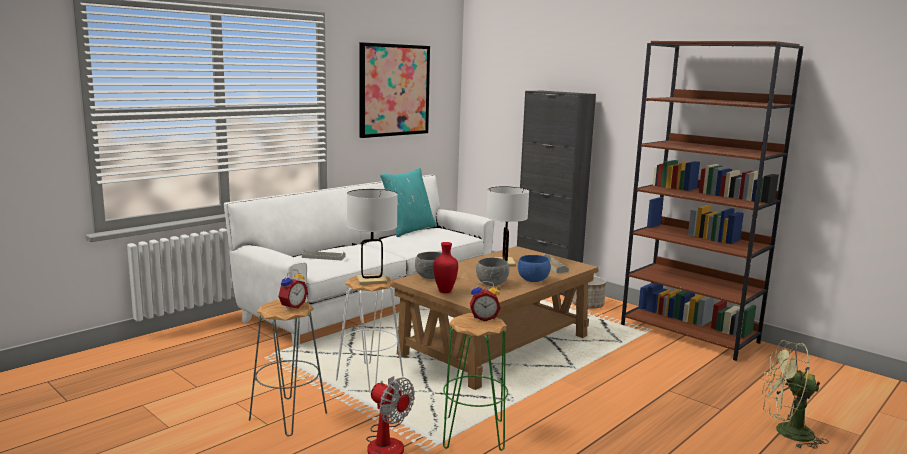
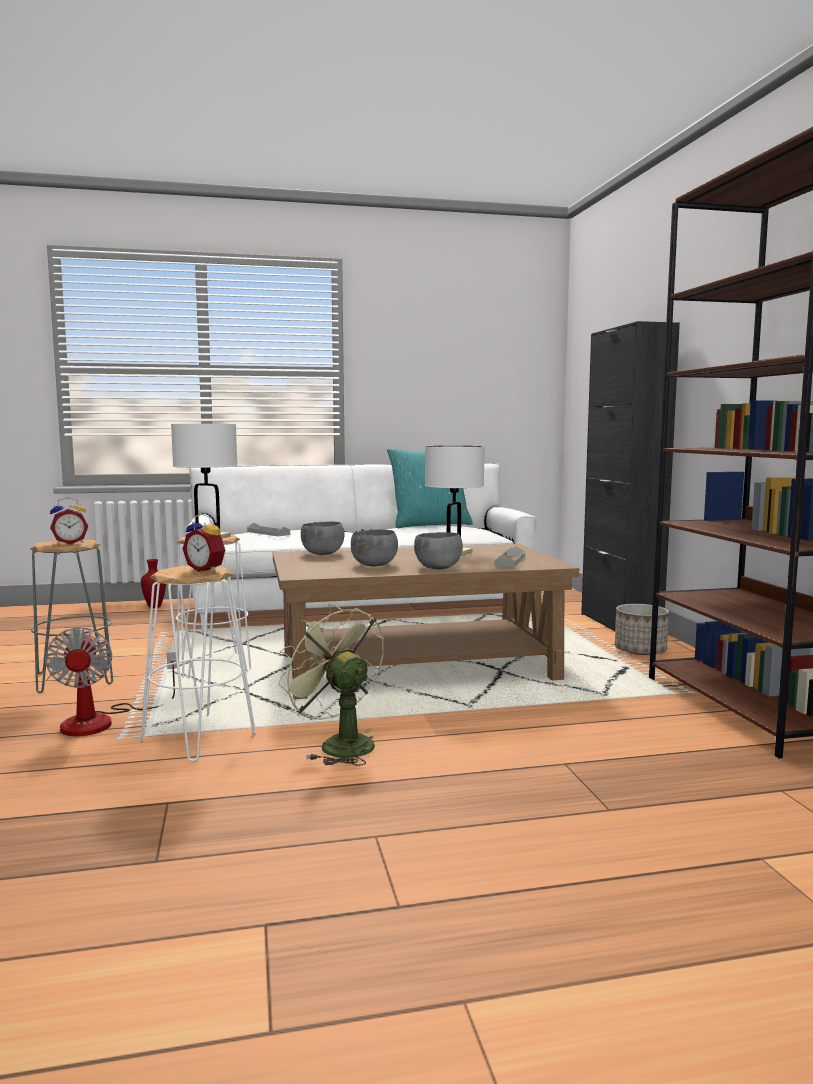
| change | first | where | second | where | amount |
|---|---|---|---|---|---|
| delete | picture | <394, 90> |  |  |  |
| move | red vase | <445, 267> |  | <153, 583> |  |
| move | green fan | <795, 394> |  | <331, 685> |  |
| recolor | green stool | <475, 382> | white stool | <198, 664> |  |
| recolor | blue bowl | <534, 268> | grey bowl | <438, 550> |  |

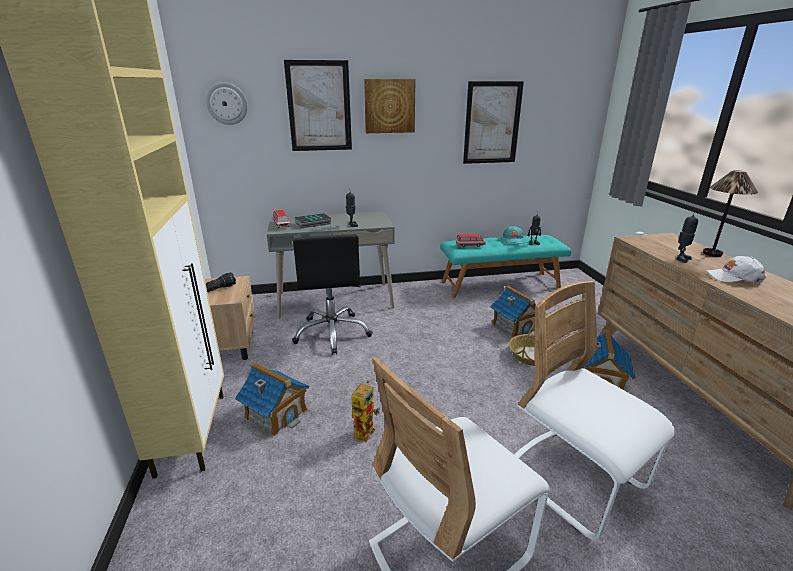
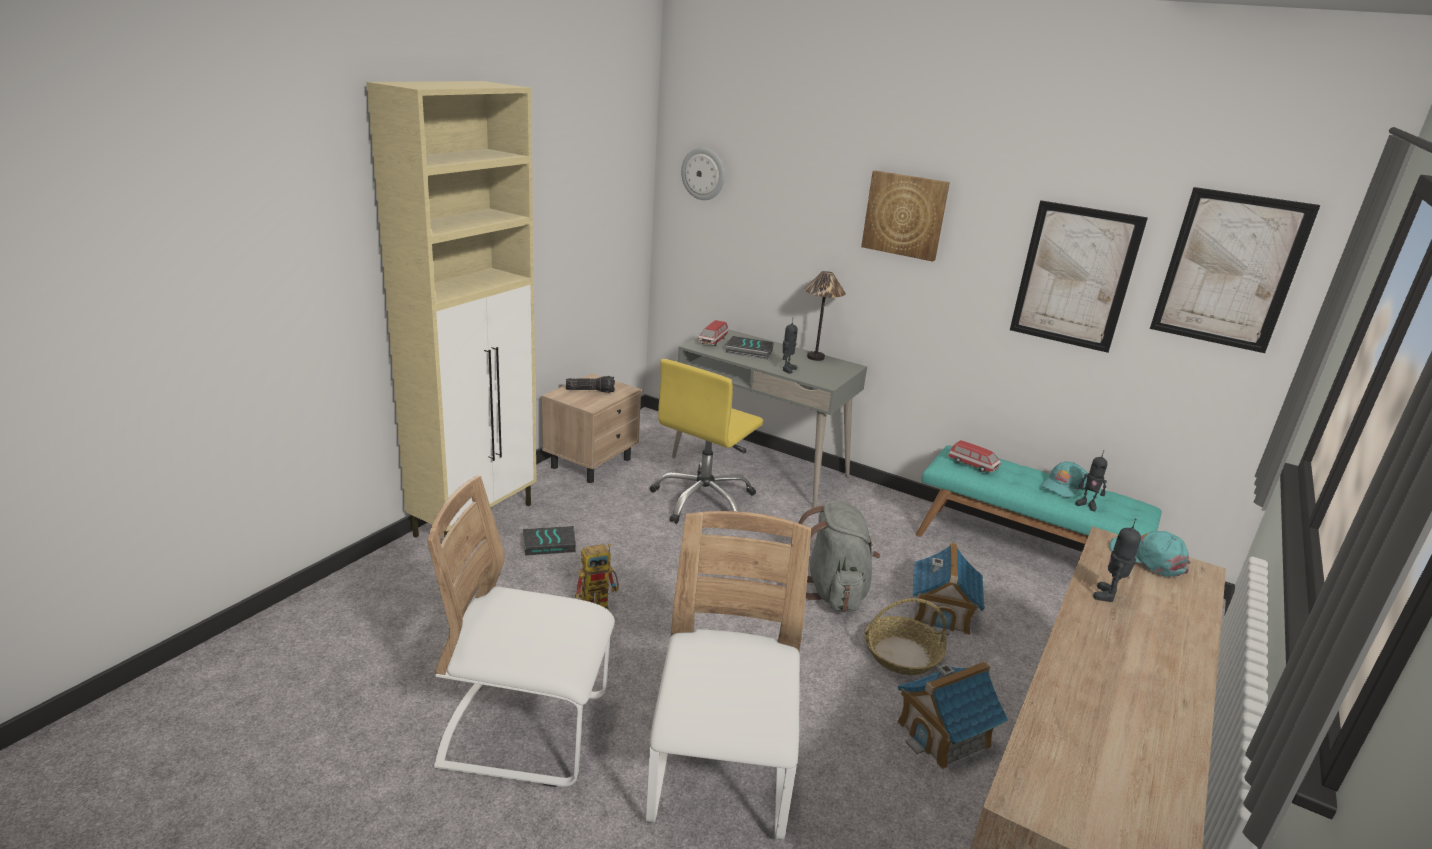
| change | first | where | second | where | amount |
|---|---|---|---|---|---|
| delete | white cap | <736, 269> |  |  |  |
| insert |  |  | grey backpack | <835, 556> |  |
| insert |  |  | turquoise cap | <1150, 554> |  |
| move | picture | <318, 105> |  | <1235, 270> |  |
| move | table lamp | <730, 213> |  | <825, 316> |  |
| replace | toy house | <272, 399> | book | <549, 541> |  |
| recolor | black office chair | <332, 295> | yellow office chair | <706, 441> |  |
| rotate | toy robot | <687, 236> |  | <1117, 560> | 120 degrees clockwise |

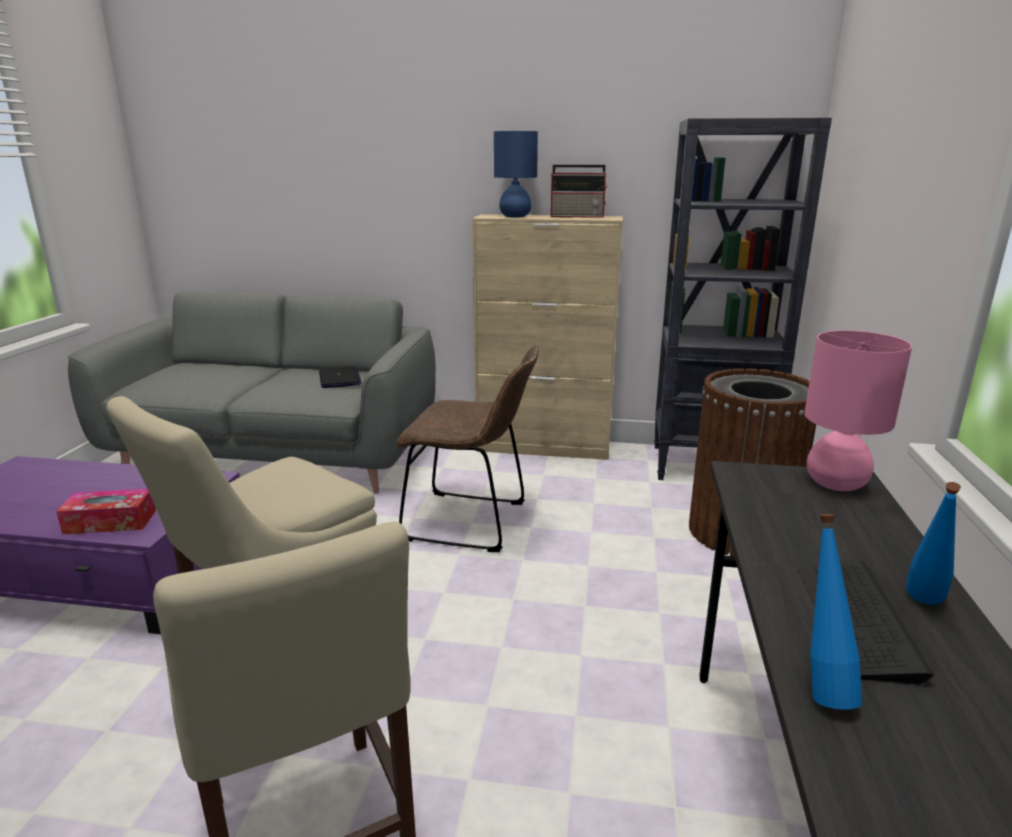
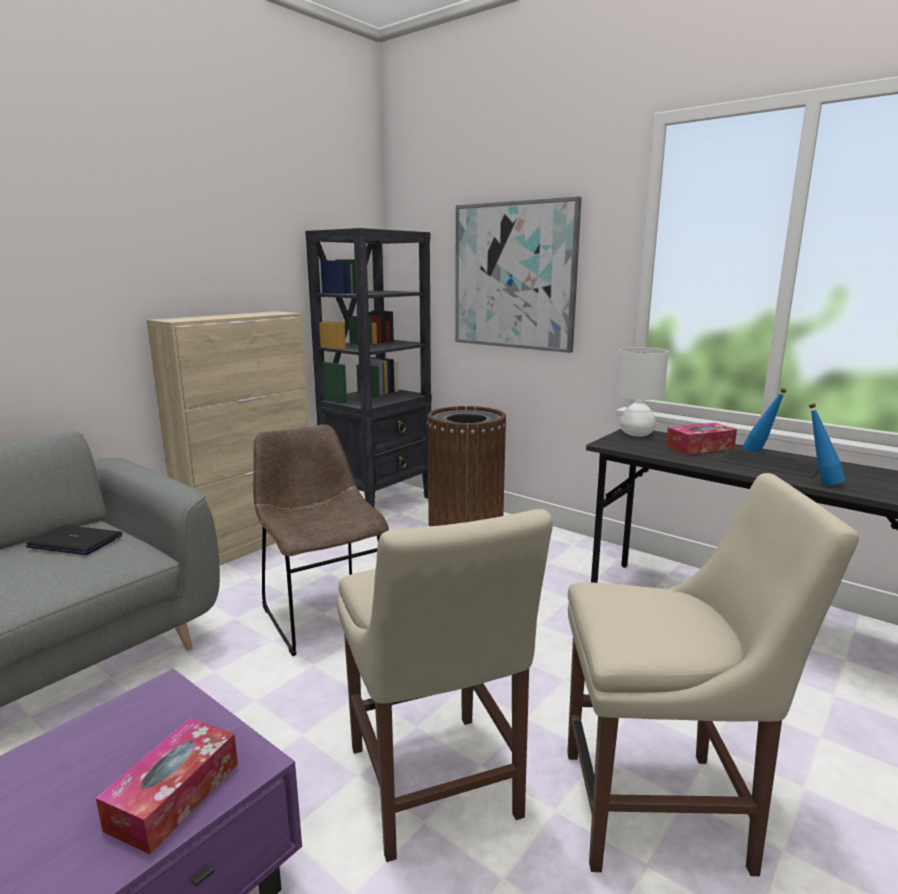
| change | first | where | second | where | amount |
|---|---|---|---|---|---|
| delete | blue table lamp | <516, 174> |  |  |  |
| delete | radio | <579, 191> |  |  |  |
| insert |  |  | picture | <518, 275> |  |
| insert |  |  | tissue box | <701, 439> |  |
| recolor | pink table lamp | <858, 410> | white table lamp | <643, 392> |  |
| rotate | brown chair | <467, 448> |  | <321, 540> | 75 degrees counterclockwise |

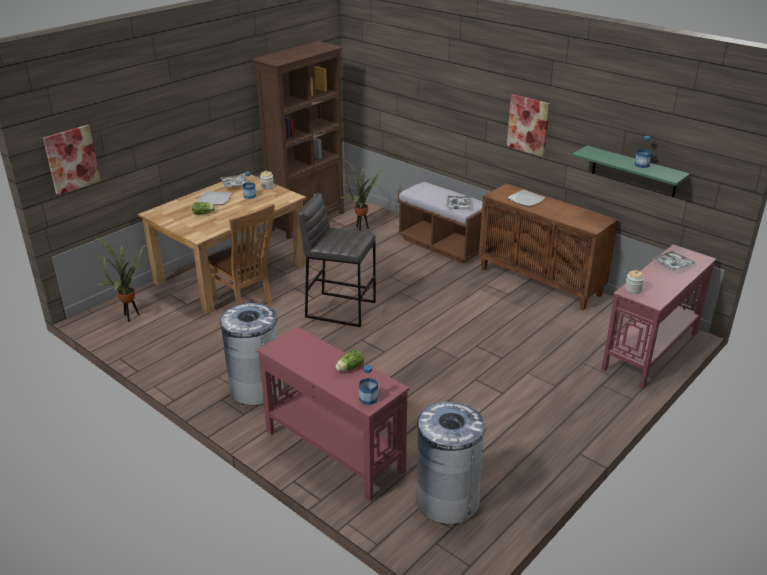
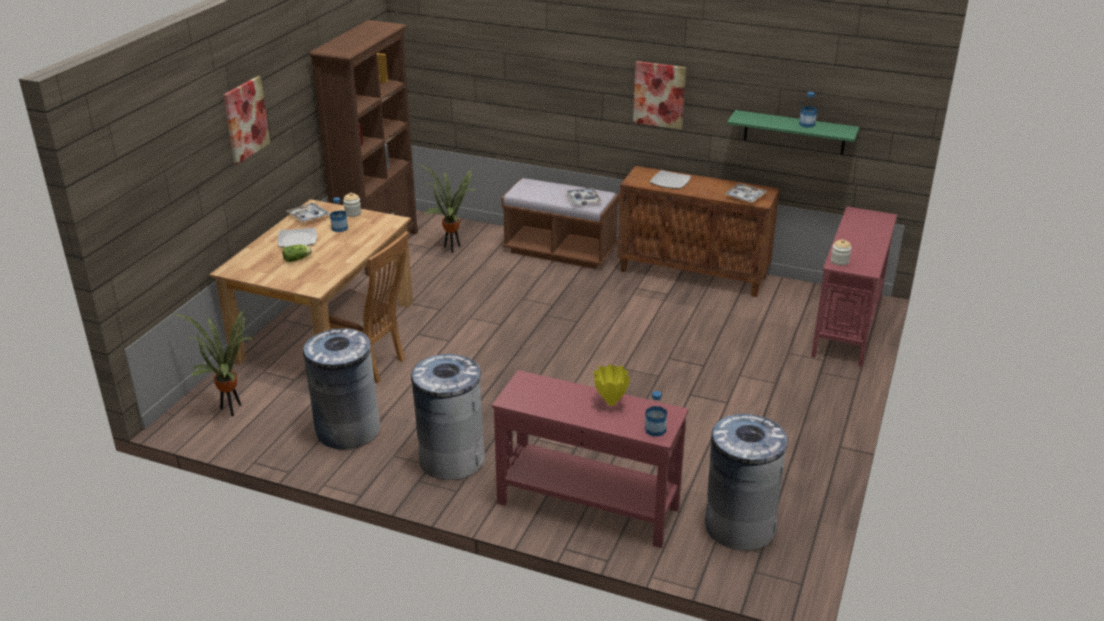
| change | first | where | second | where | amount |
|---|---|---|---|---|---|
| delete | grey stool | <337, 260> |  |  |  |
| insert |  |  | grey trash can | <341, 389> |  |
| move | picture | <72, 160> |  | <246, 120> |  |
| move | tray | <674, 261> |  | <745, 193> |  |
| replace | lettuce | <349, 360> | yellow vase | <612, 385> |  |

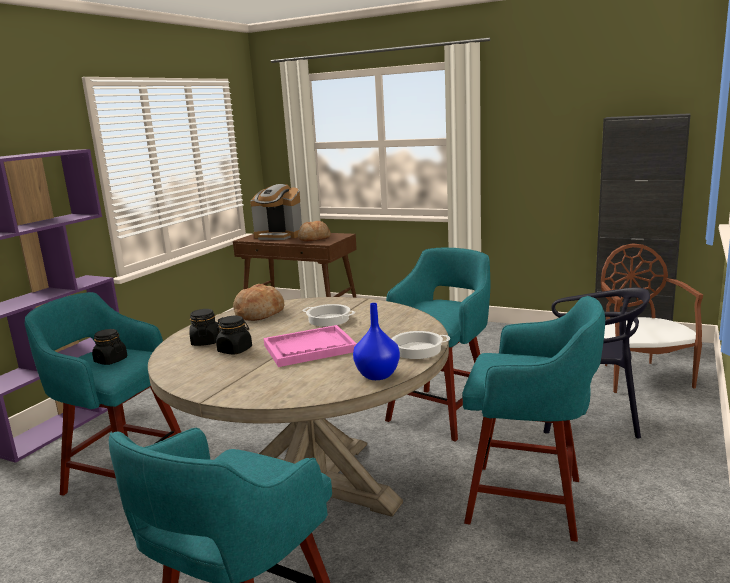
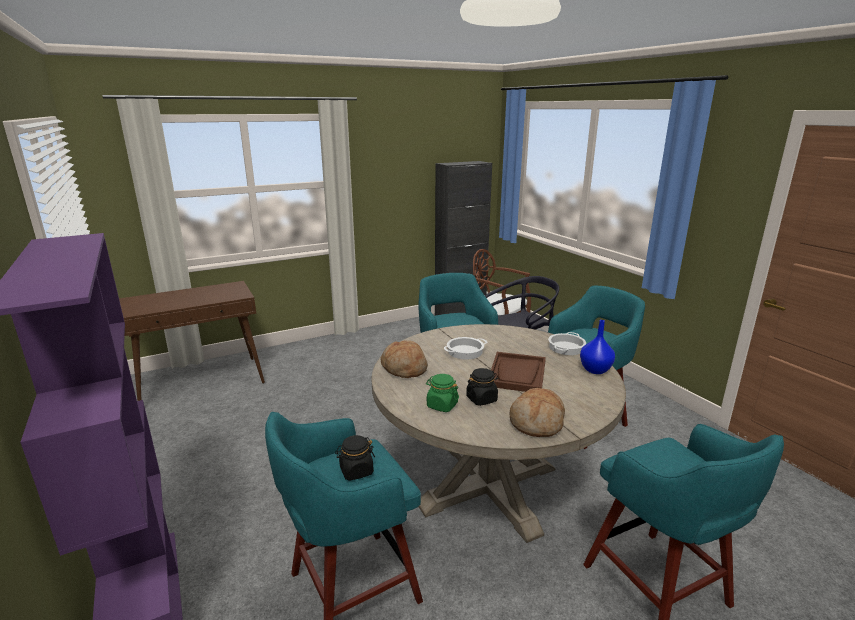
| change | first | where | second | where | amount |
|---|---|---|---|---|---|
| delete | coffee machine | <276, 212> |  |  |  |
| move | bread | <314, 231> |  | <537, 412> |  |
| recolor | black jar | <204, 327> | green jar | <442, 393> |  |
| recolor | pink tray | <310, 346> | brown tray | <518, 372> |  |

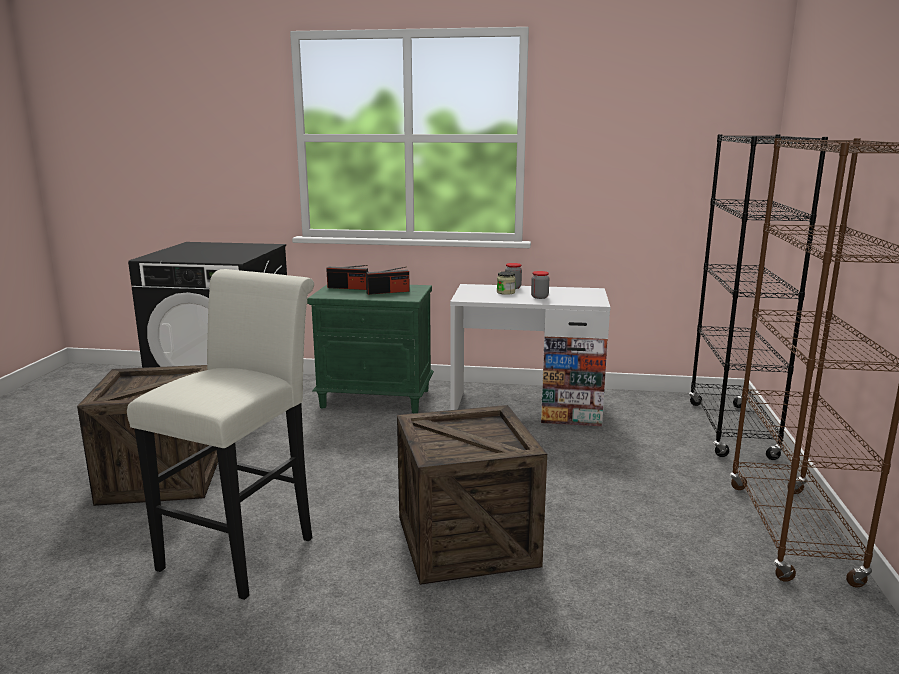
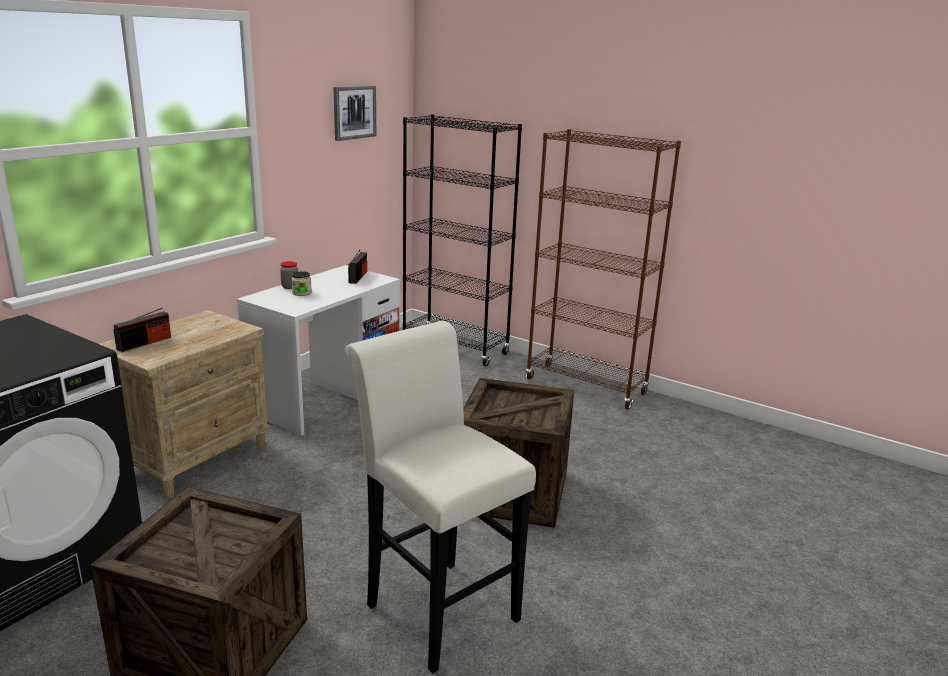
| change | first | where | second | where | amount |
|---|---|---|---|---|---|
| delete | jar | <540, 285> |  |  |  |
| insert |  |  | picture | <354, 113> |  |
| move | radio | <388, 280> |  | <357, 266> |  |
| recolor | green nightstand | <370, 349> | beige nightstand | <186, 404> |  |

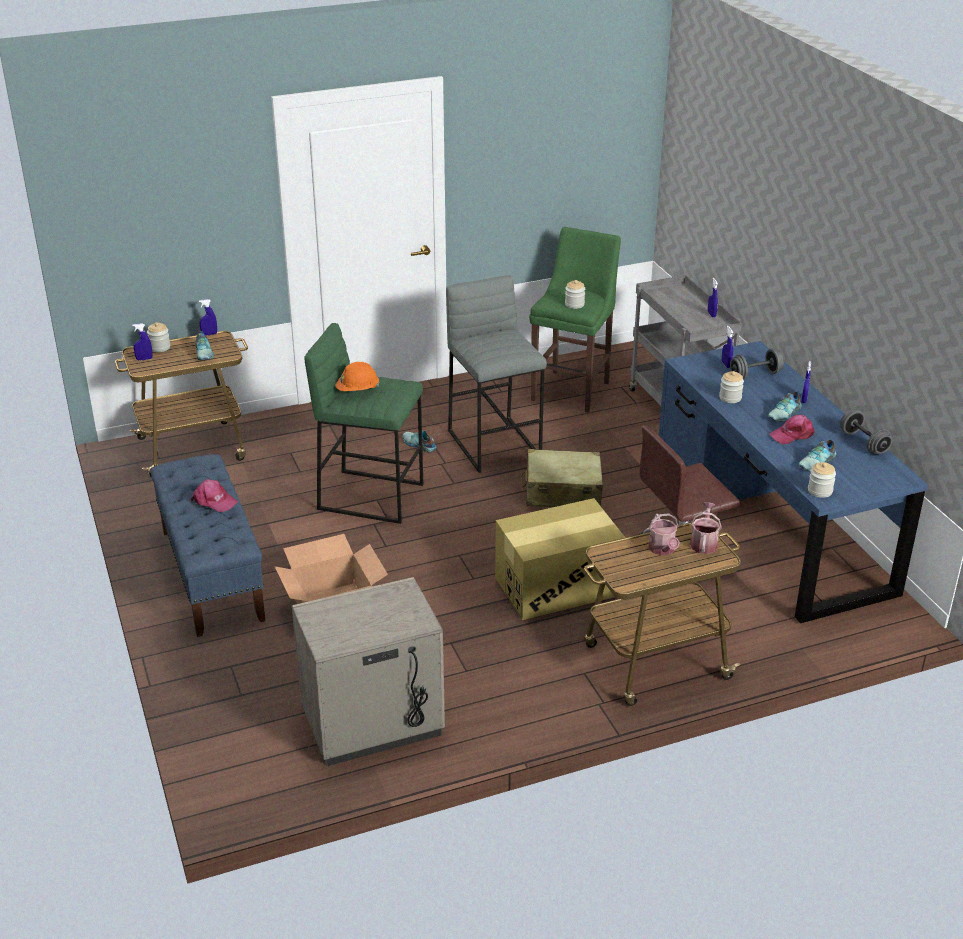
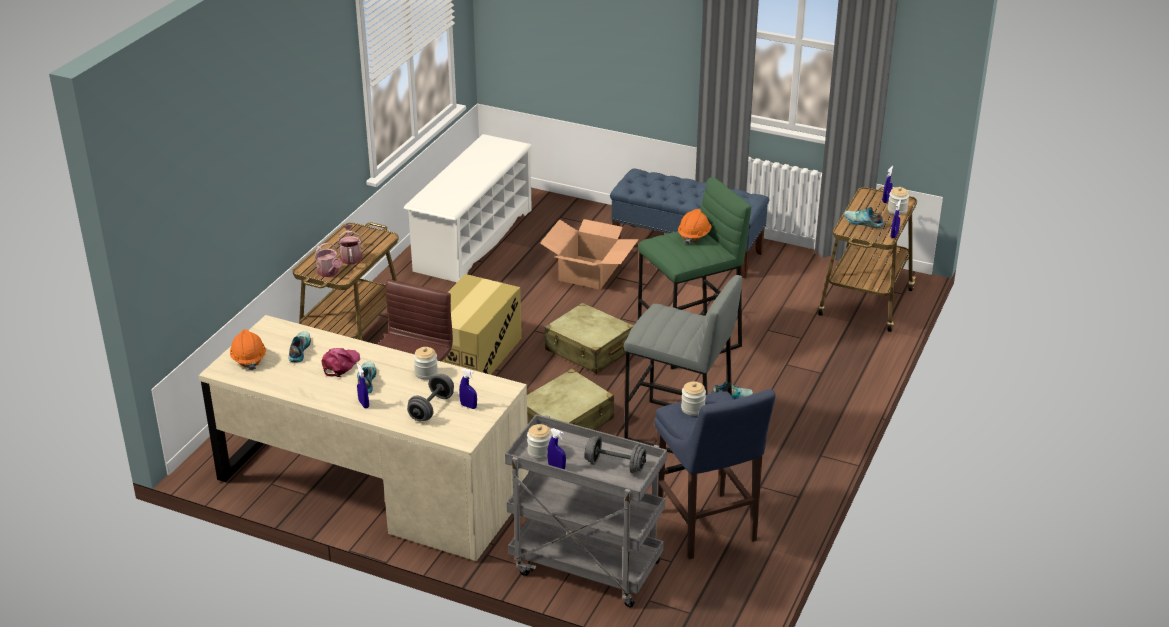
| change | first | where | second | where | amount |
|---|---|---|---|---|---|
| delete | pink cap | <214, 495> |  |  |  |
| insert |  |  | orange hard hat | <248, 349> |  |
| insert |  |  | beige suitcase | <589, 338> |  |
| move | jar | <822, 480> |  | <539, 442> |  |
| move | grey dumbbell | <866, 432> |  | <615, 454> |  |
| replace | beige nightstand | <368, 671> | white shoe rack | <468, 208> |  |
| recolor | green stool | <575, 320> | blue stool | <715, 474> |  |
| recolor | blue desk | <793, 482> | beige desk | <363, 438> |  |
| rotate | watering can | <664, 534> |  | <349, 245> | 45 degrees clockwise |

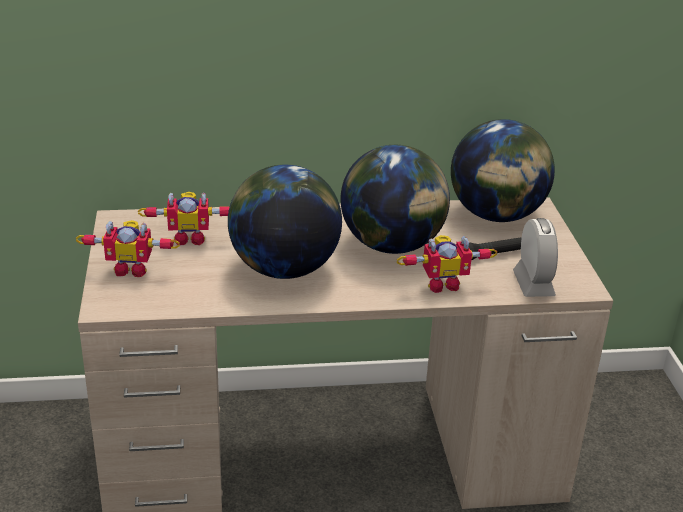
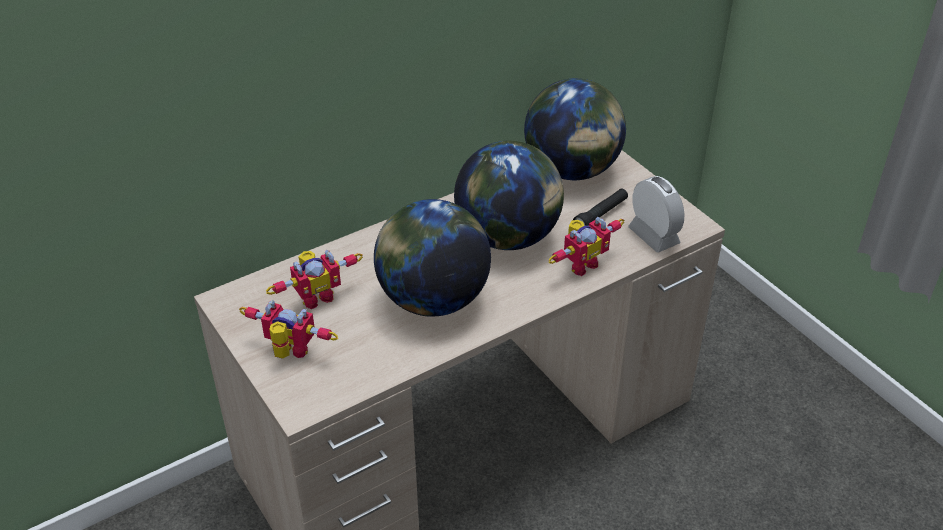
| change | first | where | second | where | amount |
|---|---|---|---|---|---|
| rotate | toy robot | <128, 248> |  | <288, 329> | 135 degrees counterclockwise |

